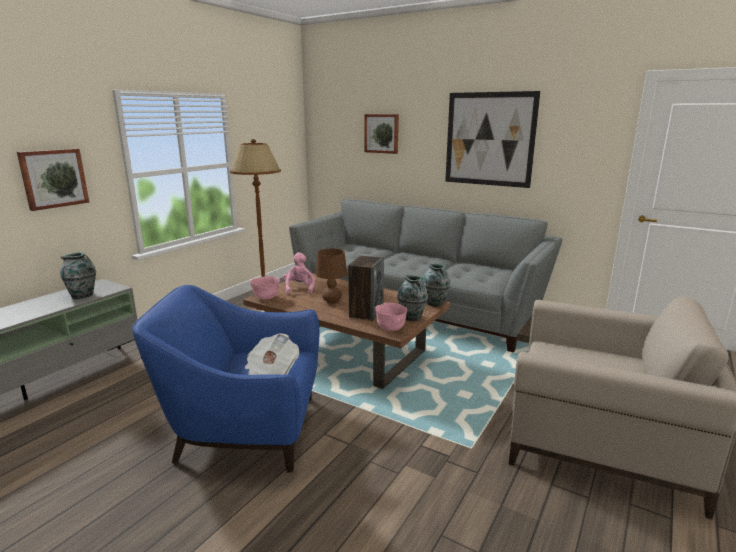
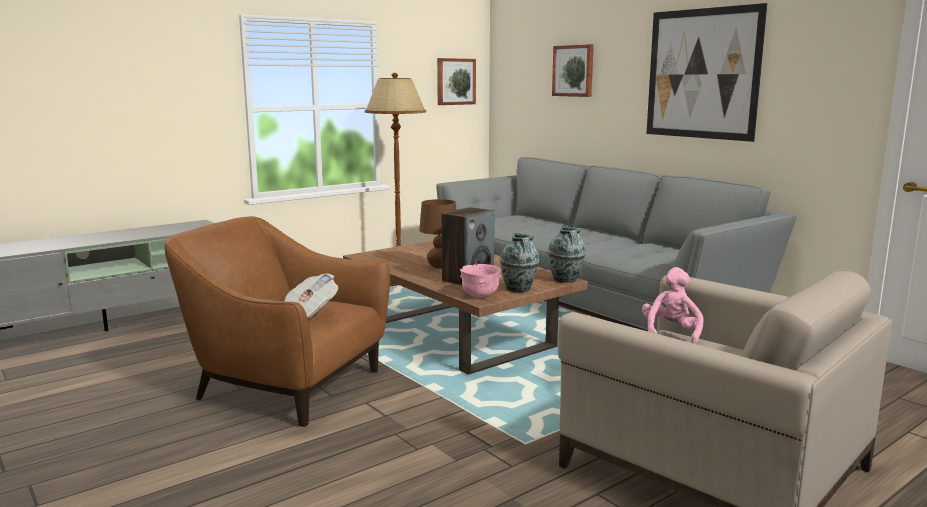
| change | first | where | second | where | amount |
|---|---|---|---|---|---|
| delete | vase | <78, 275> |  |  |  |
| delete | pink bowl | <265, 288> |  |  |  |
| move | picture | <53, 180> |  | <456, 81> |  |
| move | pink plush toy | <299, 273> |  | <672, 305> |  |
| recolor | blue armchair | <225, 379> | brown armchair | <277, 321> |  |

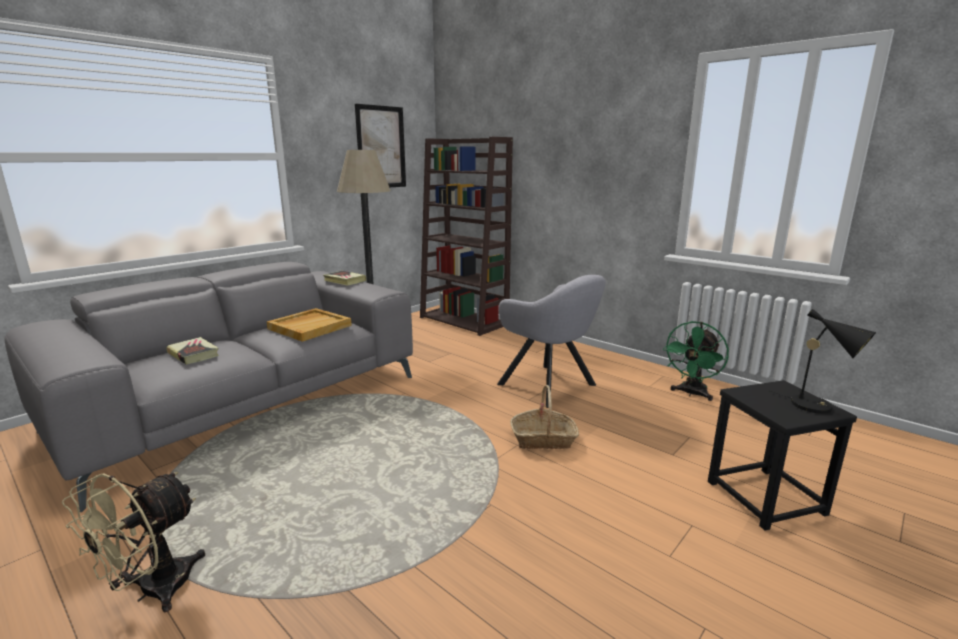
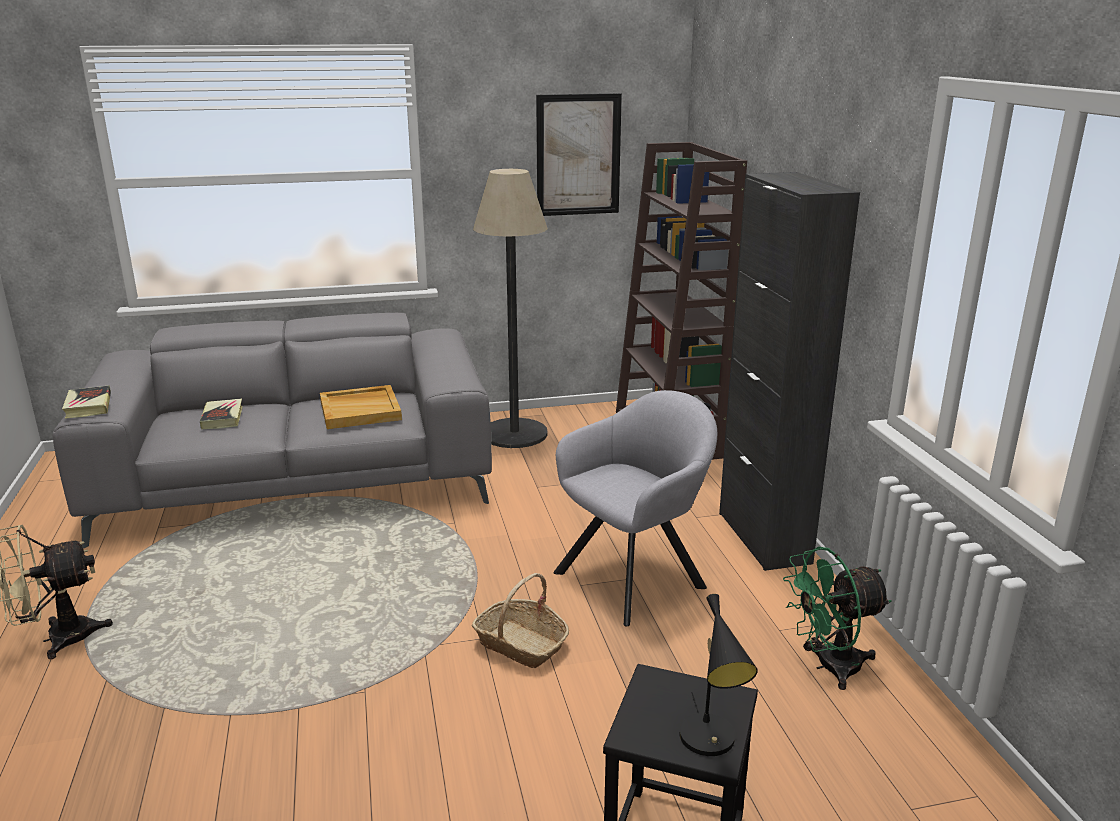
| change | first | where | second | where | amount |
|---|---|---|---|---|---|
| insert |  |  | black cabinet | <789, 371> |  |
| move | book | <344, 278> |  | <86, 402> |  |
| rotate | grey armchair | <551, 341> |  | <636, 508> | 120 degrees counterclockwise |

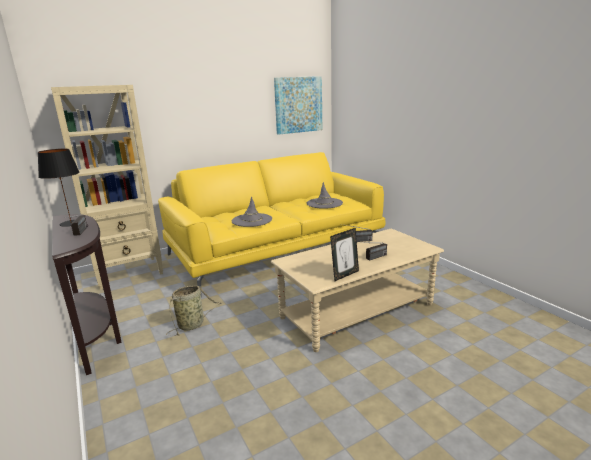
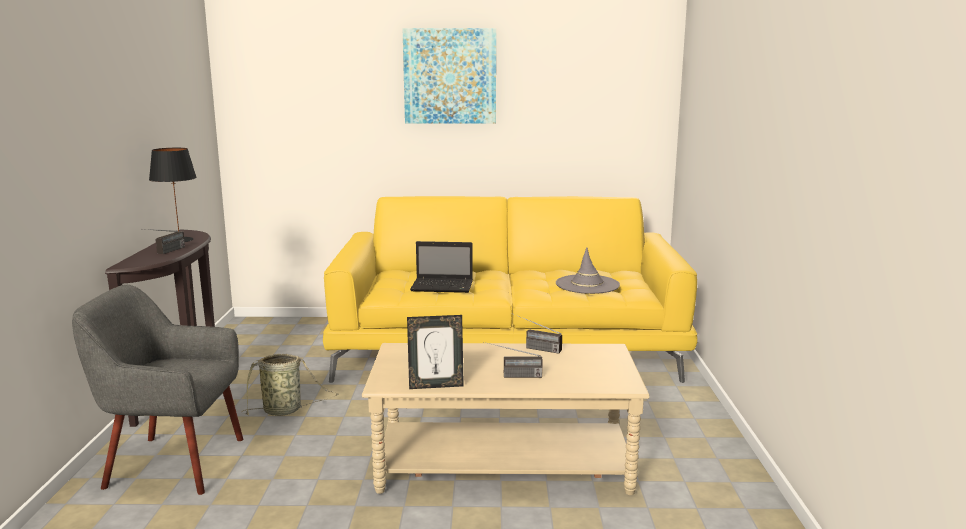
| change | first | where | second | where | amount |
|---|---|---|---|---|---|
| delete | beige bookcase | <107, 187> |  |  |  |
| insert |  |  | grey armchair | <157, 390> |  |
| move | picture | <298, 105> |  | <449, 76> |  |
| replace | grey hat | <252, 211> | laptop | <441, 267> |  |

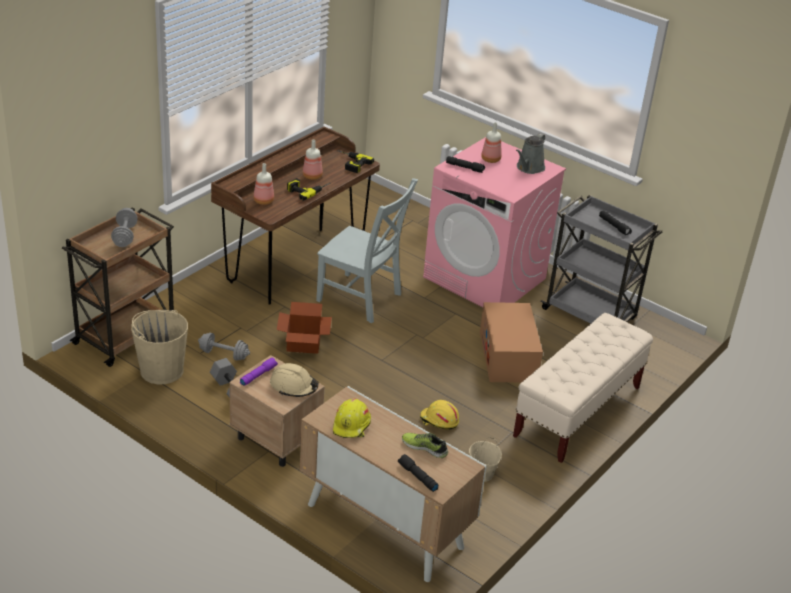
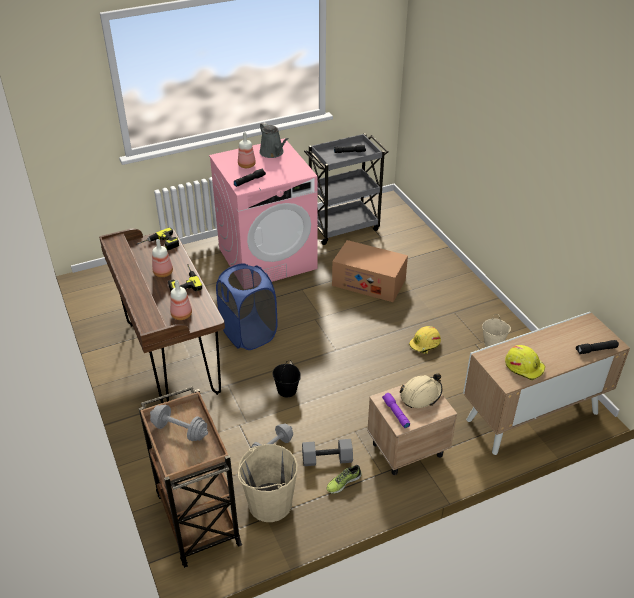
| change | first | where | second | where | amount |
|---|---|---|---|---|---|
| delete | beige bench | <583, 388> |  |  |  |
| move | shoe | <425, 445> |  | <344, 479> |  |
| replace | cardboard box | <304, 328> | black bucket | <286, 378> |  |
| replace | grey chair | <367, 250> | blue laundry basket | <246, 306> |  |

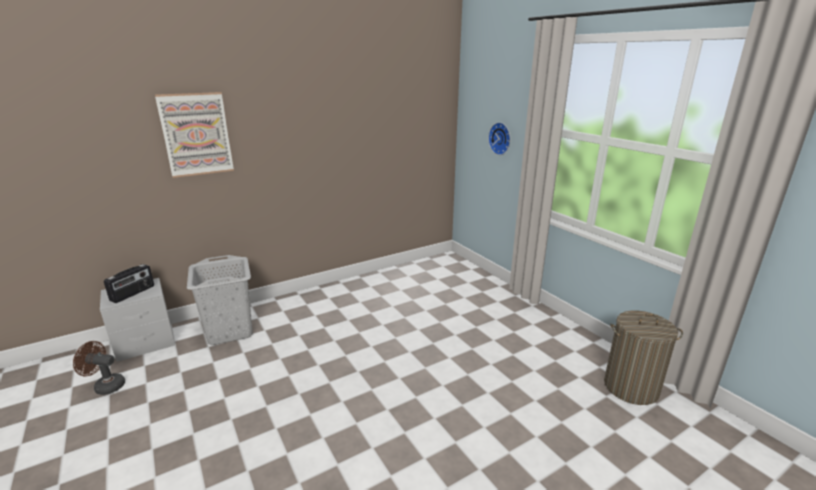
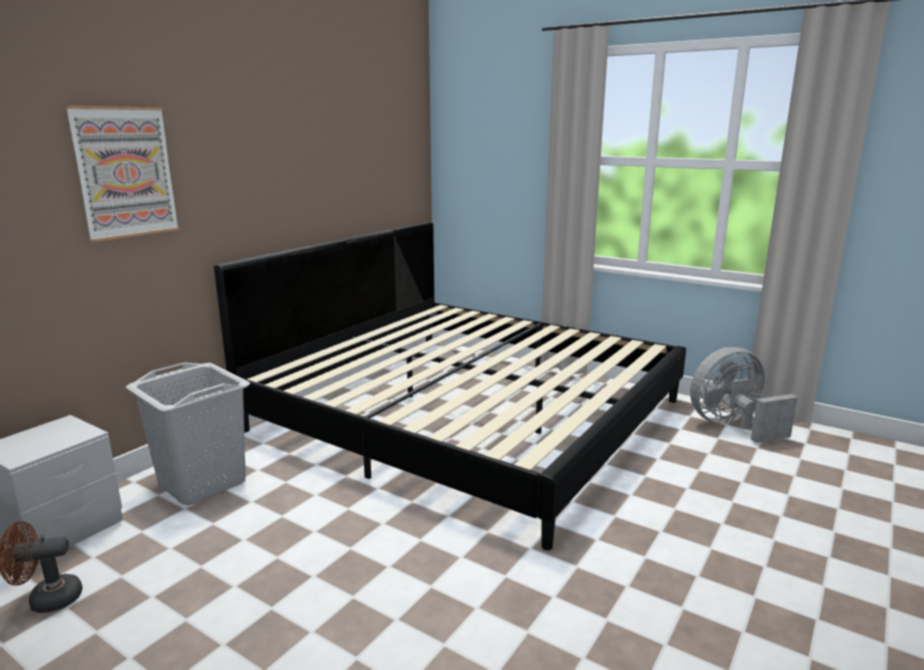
| change | first | where | second | where | amount |
|---|---|---|---|---|---|
| delete | radio | <129, 283> |  |  |  |
| delete | wall clock | <499, 138> |  |  |  |
| insert |  |  | bed | <450, 386> |  |
| replace | laundry basket | <643, 358> | grey fan | <744, 395> |  |

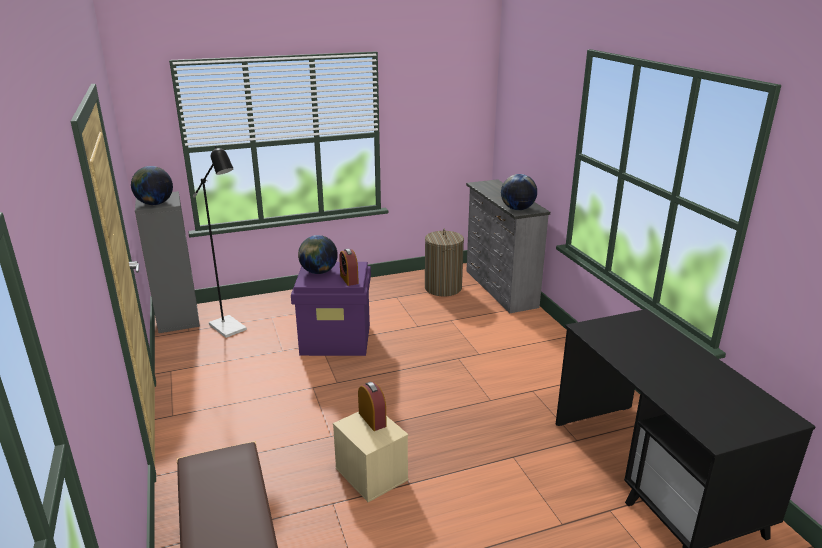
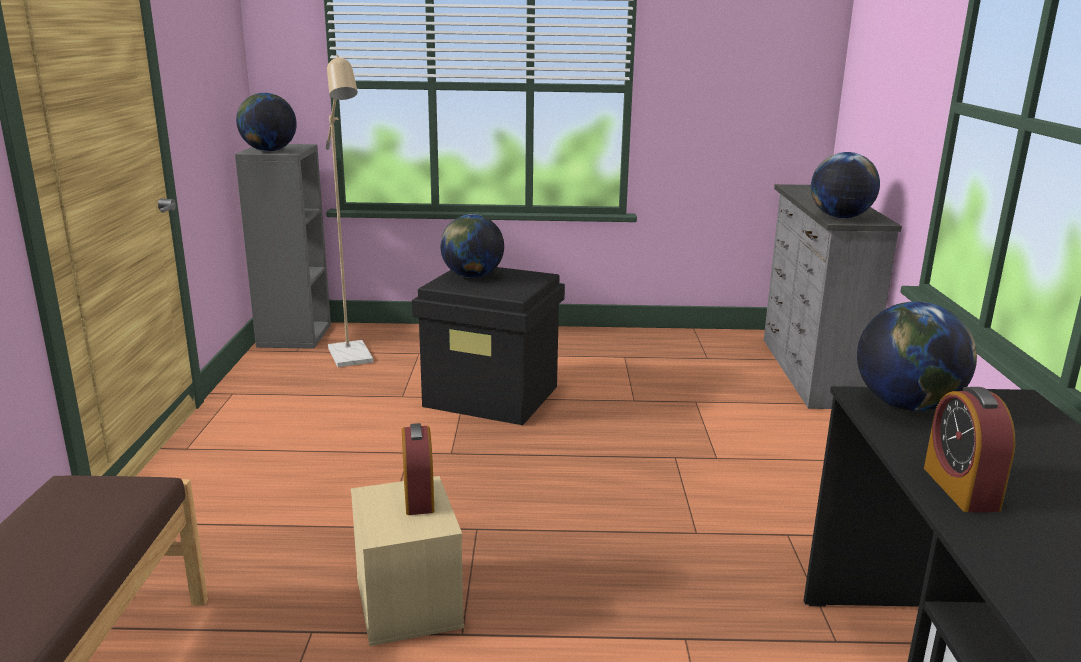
| change | first | where | second | where | amount |
|---|---|---|---|---|---|
| delete | laundry basket | <444, 262> |  |  |  |
| insert |  |  | globe | <917, 356> |  |
| move | alarm clock | <349, 267> |  | <969, 449> |  |
| recolor | black floor lamp | <220, 242> | beige floor lamp | <349, 211> |  |
| recolor | purple storage box | <331, 309> | black storage box | <488, 346> |  |

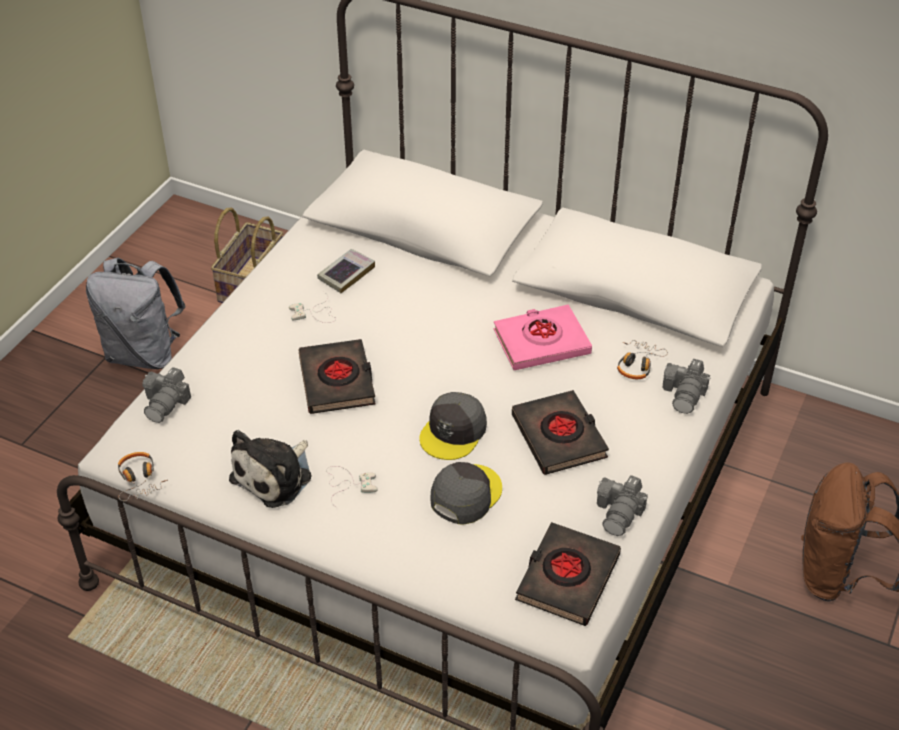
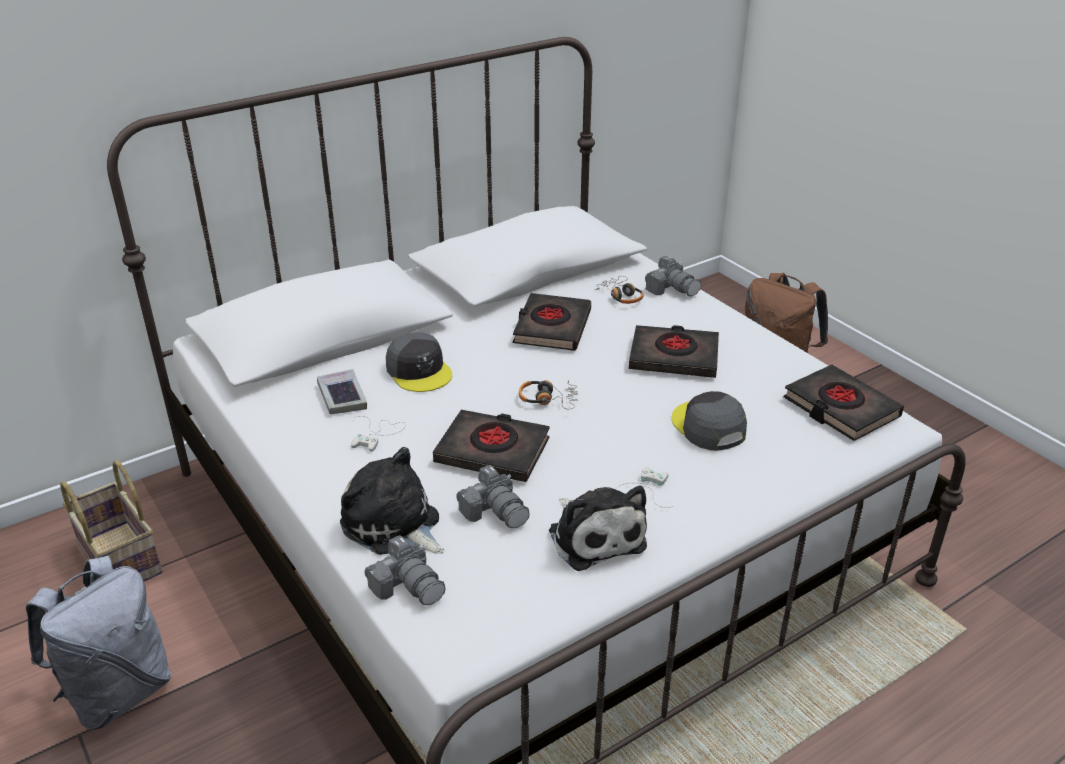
| change | first | where | second | where | amount |
|---|---|---|---|---|---|
| insert |  |  | plush toy | <392, 501> |  |
| move | headphones | <143, 476> |  | <548, 394> |  |
| move | grey cap | <453, 426> |  | <419, 362> |  |
| move | photo camera | <622, 505> |  | <493, 496> |  |
| recolor | pink book | <542, 337> | black book | <551, 322> |  |

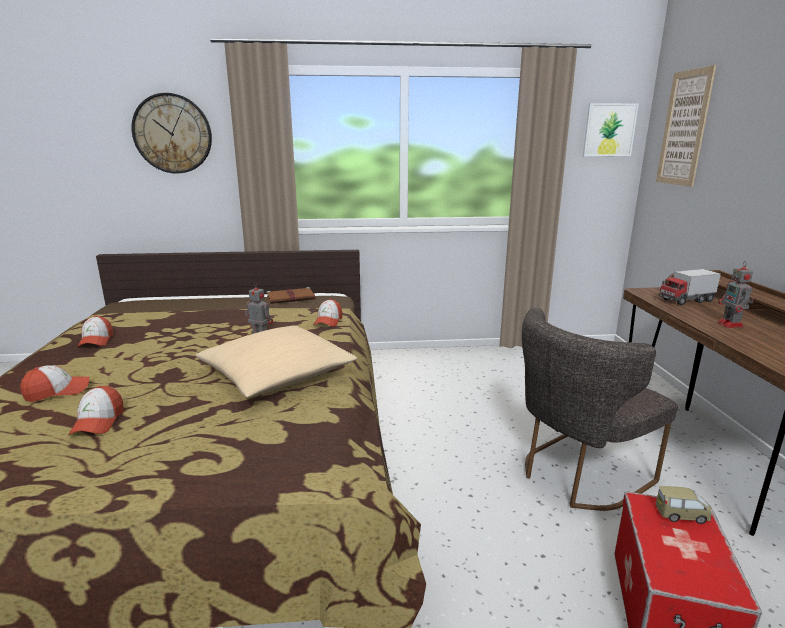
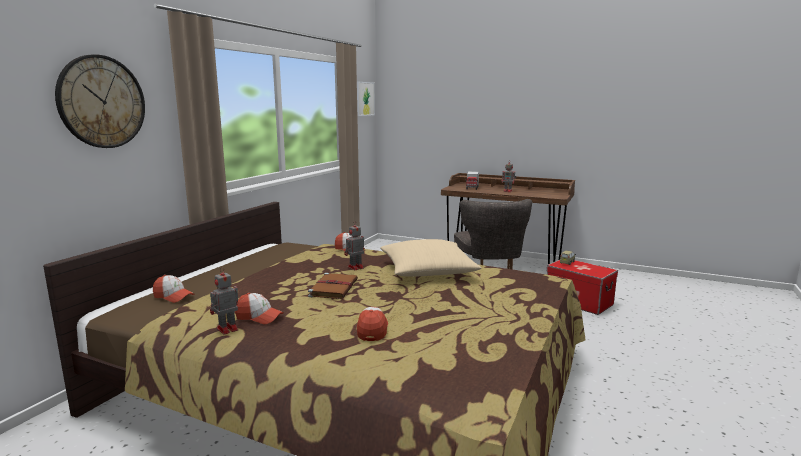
| change | first | where | second | where | amount |
|---|---|---|---|---|---|
| delete | picture | <686, 126> |  |  |  |
| insert |  |  | toy robot | <224, 301> |  |
| move | cap | <96, 410> |  | <173, 289> |  |
| move | brown book | <290, 295> |  | <333, 286> |  |

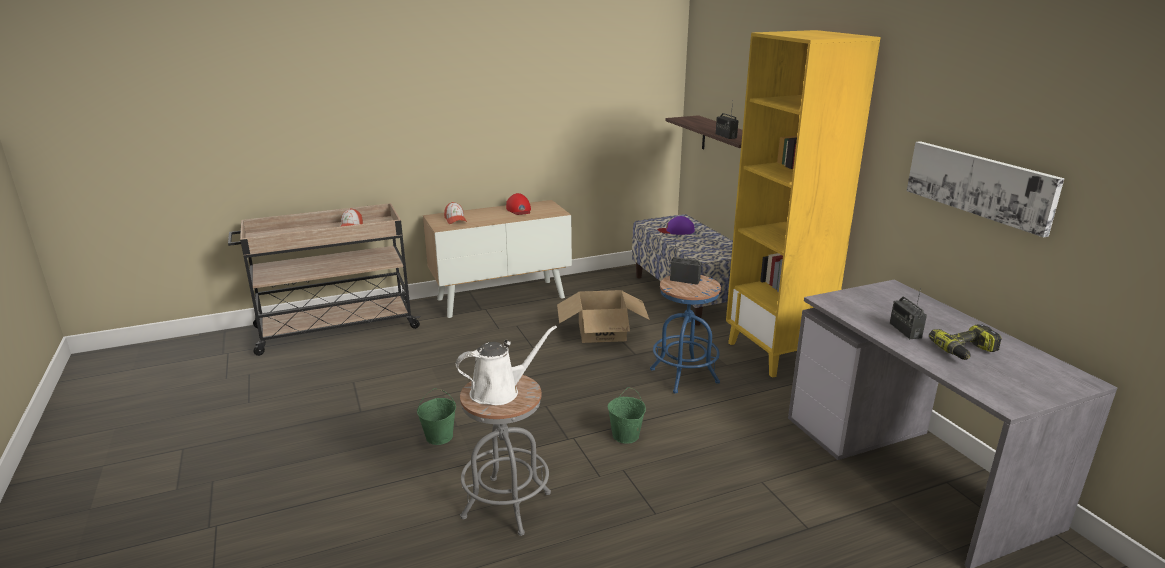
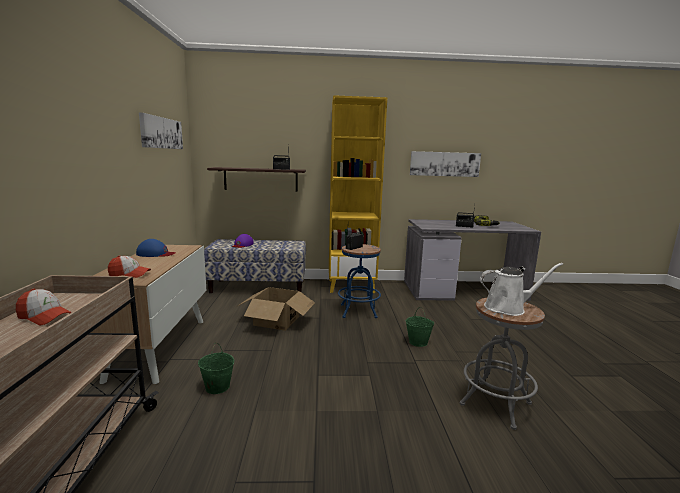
| change | first | where | second | where | amount |
|---|---|---|---|---|---|
| insert |  |  | picture | <161, 131> |  |
| move | green bucket | <436, 416> |  | <216, 368> |  |
| recolor | red cap | <518, 204> | blue cap | <156, 248> |  |
| rotate | white watering can | <506, 365> |  | <521, 289> | 90 degrees clockwise |

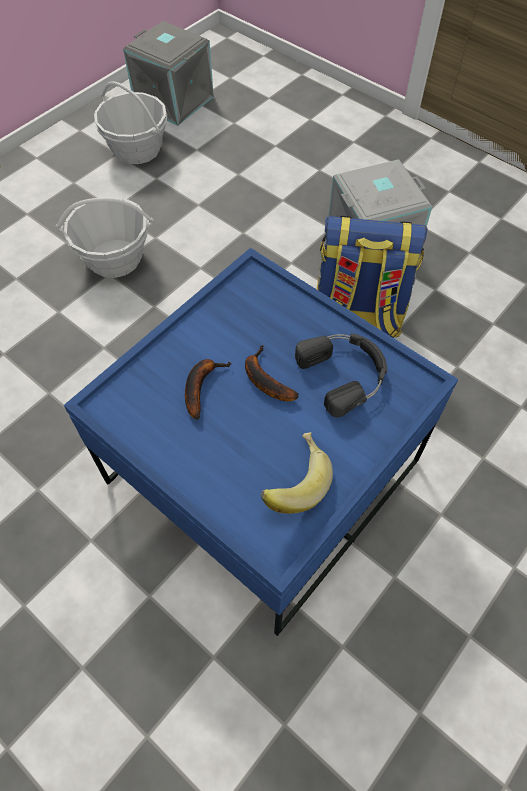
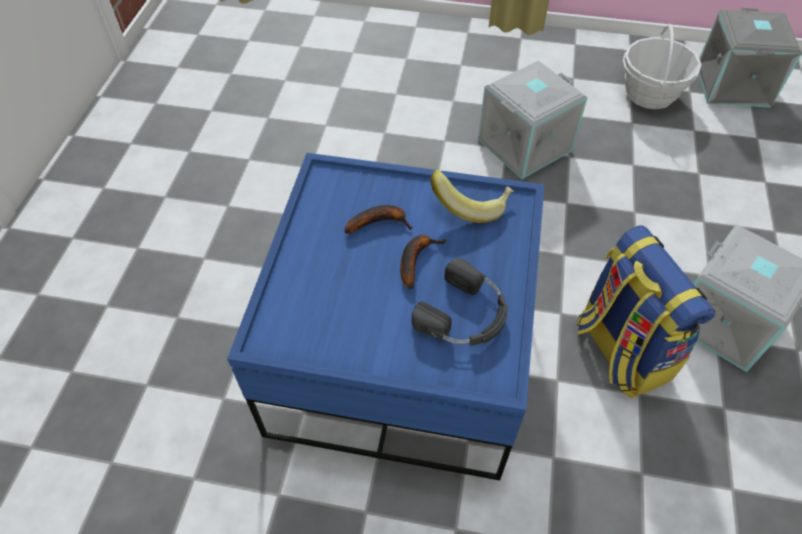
| change | first | where | second | where | amount |
|---|---|---|---|---|---|
| move | banana | <297, 473> |  | <472, 196> |  |
| replace | basket | <104, 237> | grey storage box | <532, 120> |  |

